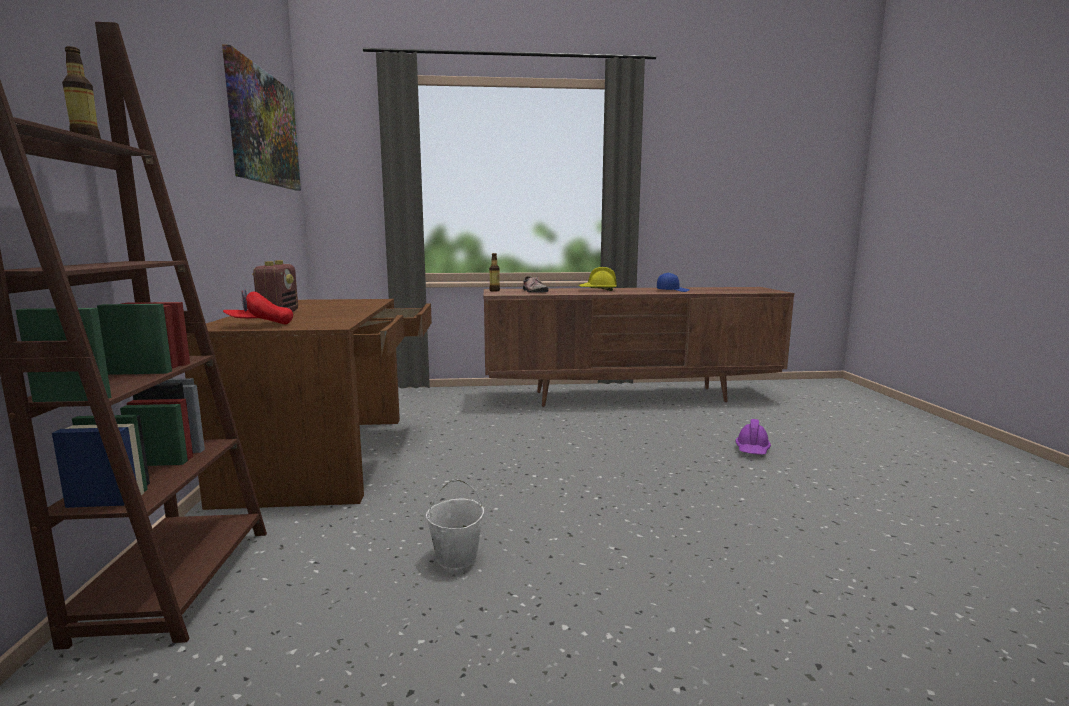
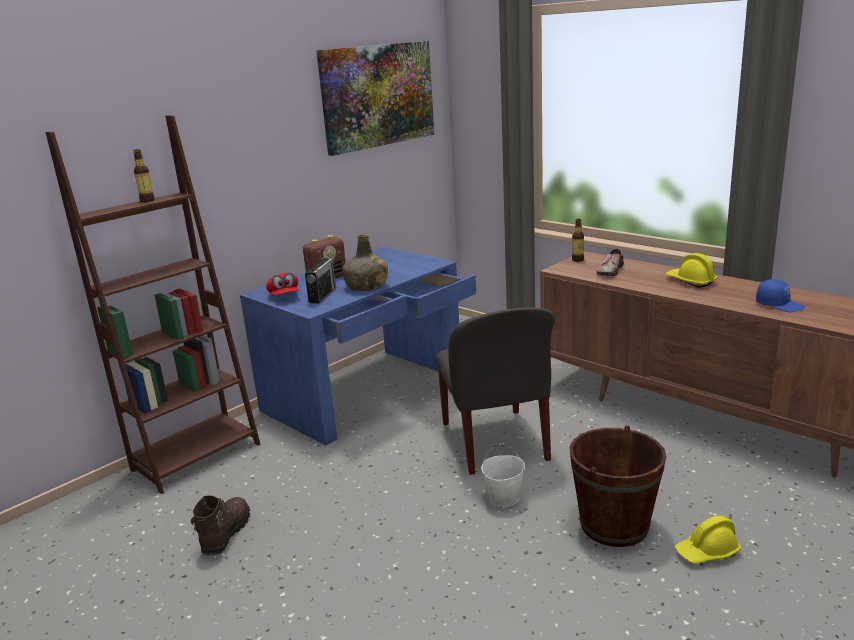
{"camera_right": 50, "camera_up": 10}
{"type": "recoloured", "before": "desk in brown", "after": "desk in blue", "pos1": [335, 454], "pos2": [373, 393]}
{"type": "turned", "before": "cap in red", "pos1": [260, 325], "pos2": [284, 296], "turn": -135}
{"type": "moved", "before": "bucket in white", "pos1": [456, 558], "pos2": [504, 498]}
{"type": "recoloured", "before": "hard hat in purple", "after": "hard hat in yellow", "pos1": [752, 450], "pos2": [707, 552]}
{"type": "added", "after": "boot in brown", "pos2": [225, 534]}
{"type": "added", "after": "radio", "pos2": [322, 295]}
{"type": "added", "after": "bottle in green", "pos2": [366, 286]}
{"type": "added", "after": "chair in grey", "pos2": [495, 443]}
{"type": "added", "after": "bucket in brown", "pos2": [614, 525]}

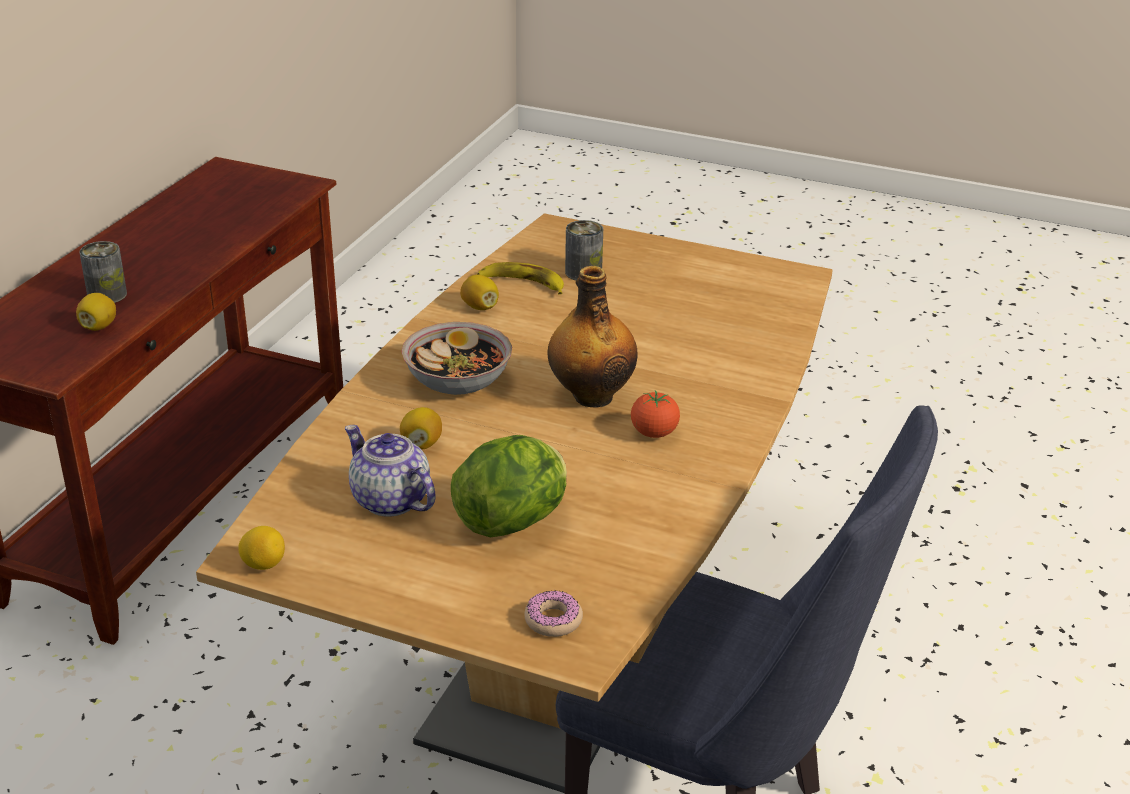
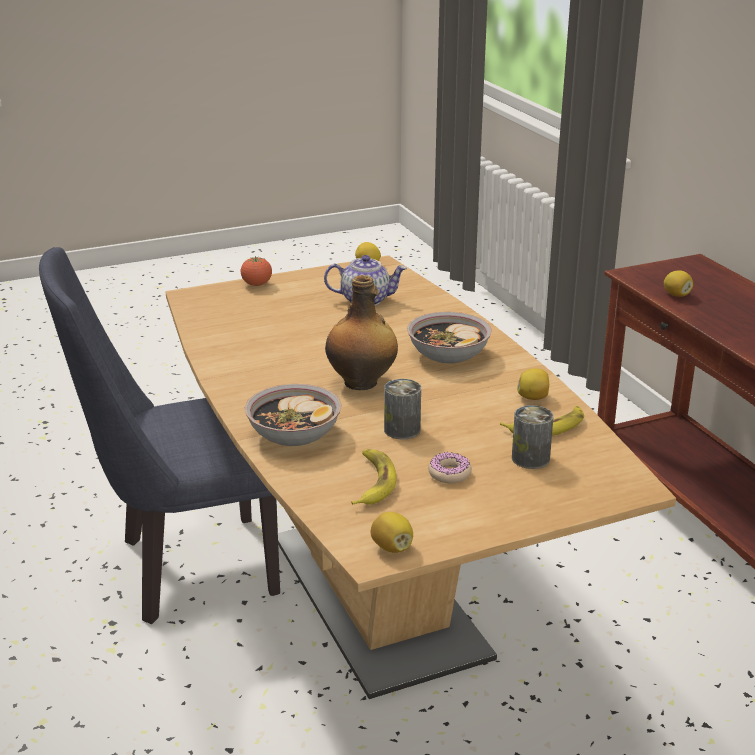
{"camera_right": 135, "camera_up": -5}
{"type": "moved", "before": "can", "pos1": [107, 295], "pos2": [402, 430]}
{"type": "moved", "before": "lemon", "pos1": [421, 444], "pos2": [392, 547]}
{"type": "removed", "before": "lettuce", "pos1": [513, 521]}
{"type": "moved", "before": "donut", "pos1": [553, 620], "pos2": [449, 473]}
{"type": "moved", "before": "tomato", "pos1": [654, 433], "pos2": [257, 284]}
{"type": "added", "after": "bowl", "pos2": [294, 434]}
{"type": "added", "after": "banana", "pos2": [372, 482]}

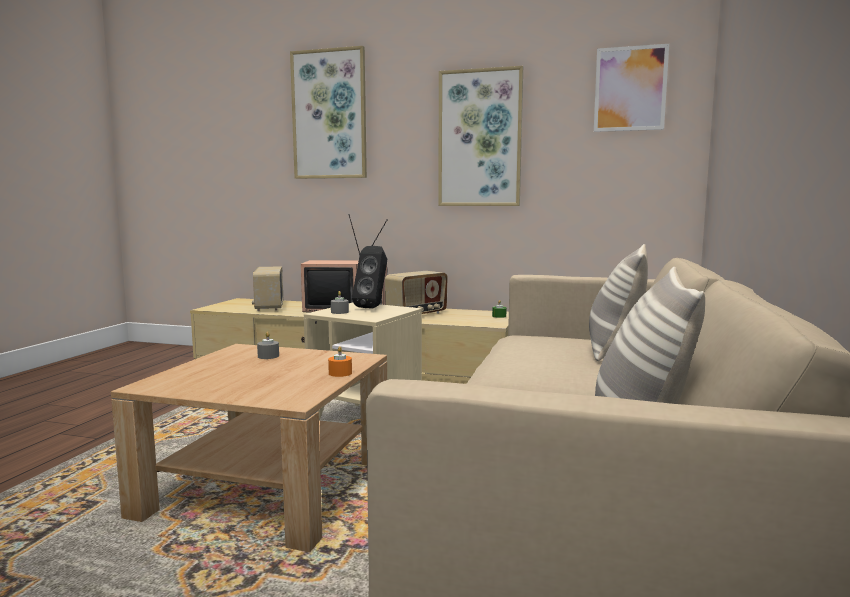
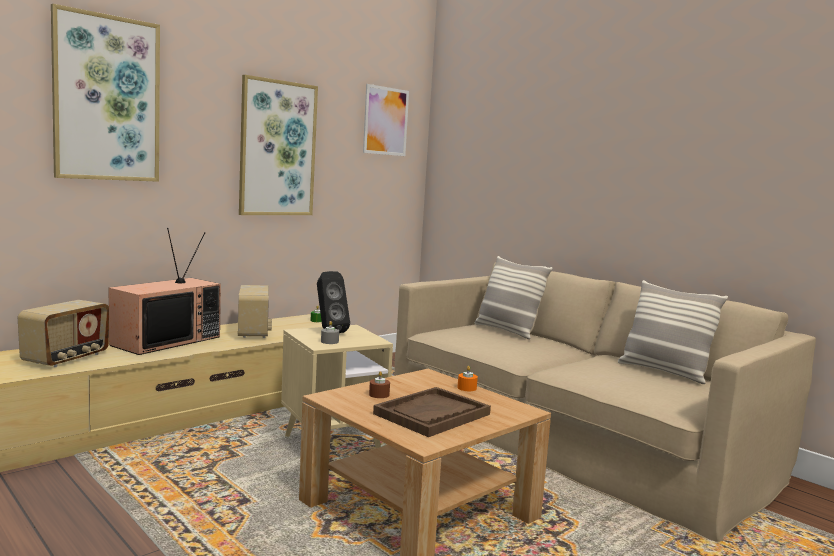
{"camera_right": -60, "camera_up": 0}
{"type": "turned", "before": "radio", "pos1": [268, 307], "pos2": [67, 359], "turn": -90}
{"type": "recoloured", "before": "candle in grey", "after": "candle in brown", "pos1": [268, 356], "pos2": [379, 394]}
{"type": "added", "after": "tray in brown", "pos2": [432, 414]}

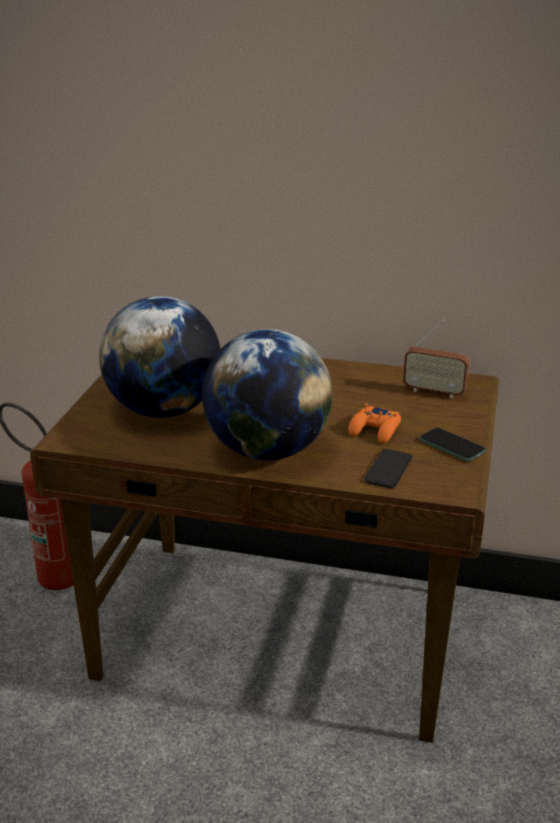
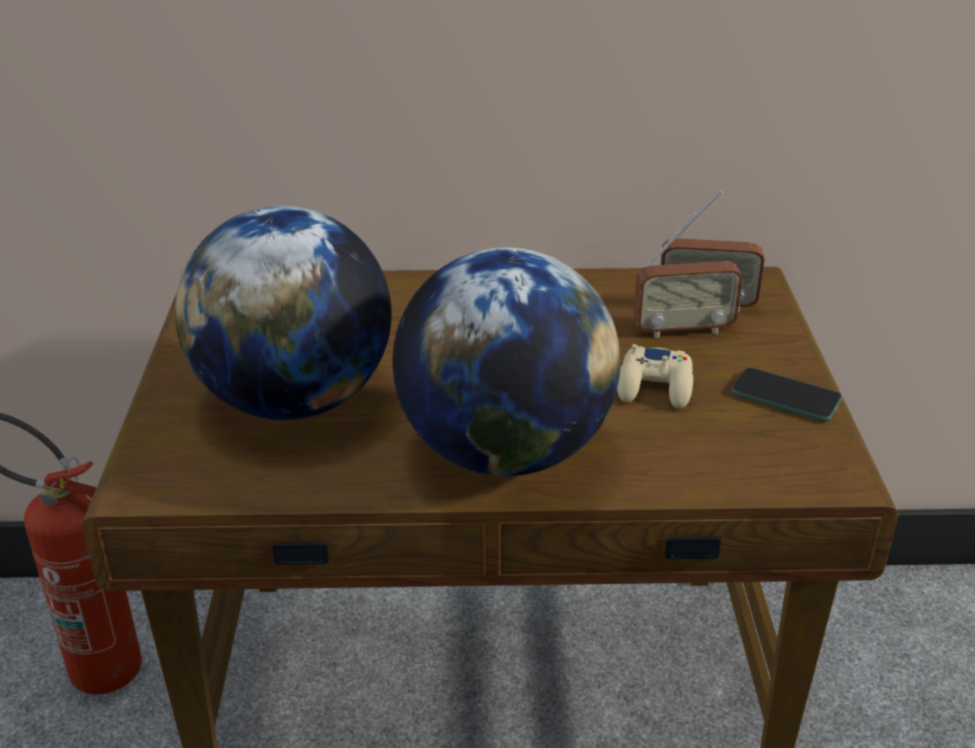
{"camera_right": -15, "camera_up": 5}
{"type": "recoloured", "before": "game controller in orange", "after": "game controller in beige", "pos1": [375, 430], "pos2": [655, 386]}
{"type": "removed", "before": "phone", "pos1": [388, 469]}
{"type": "added", "after": "radio", "pos2": [683, 330]}

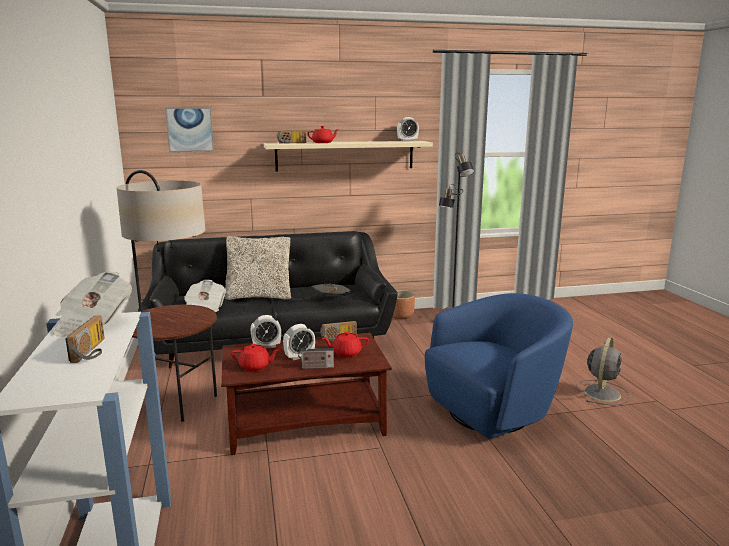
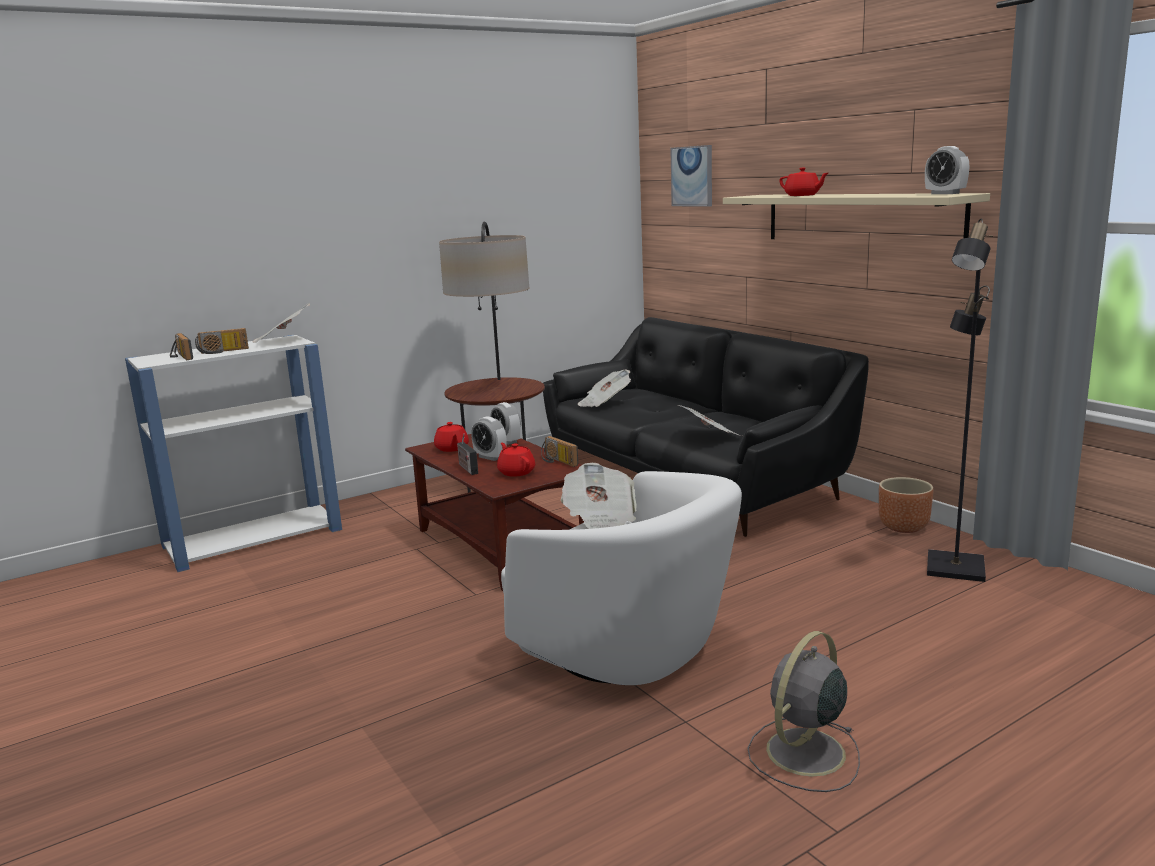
{"camera_right": 70, "camera_up": 0}
{"type": "removed", "before": "pillow in beige", "pos1": [259, 295]}
{"type": "moved", "before": "radio", "pos1": [291, 143], "pos2": [180, 357]}
{"type": "recoloured", "before": "armchair in blue", "after": "armchair in white", "pos1": [494, 410], "pos2": [629, 652]}
{"type": "turned", "before": "fan in grey", "pos1": [602, 392], "pos2": [803, 754], "turn": 120}
{"type": "added", "after": "newspaper", "pos2": [600, 518]}

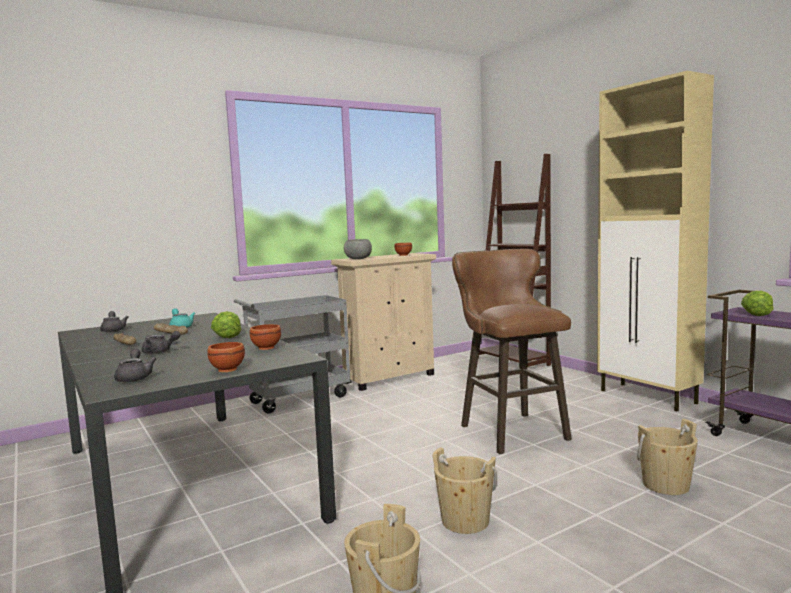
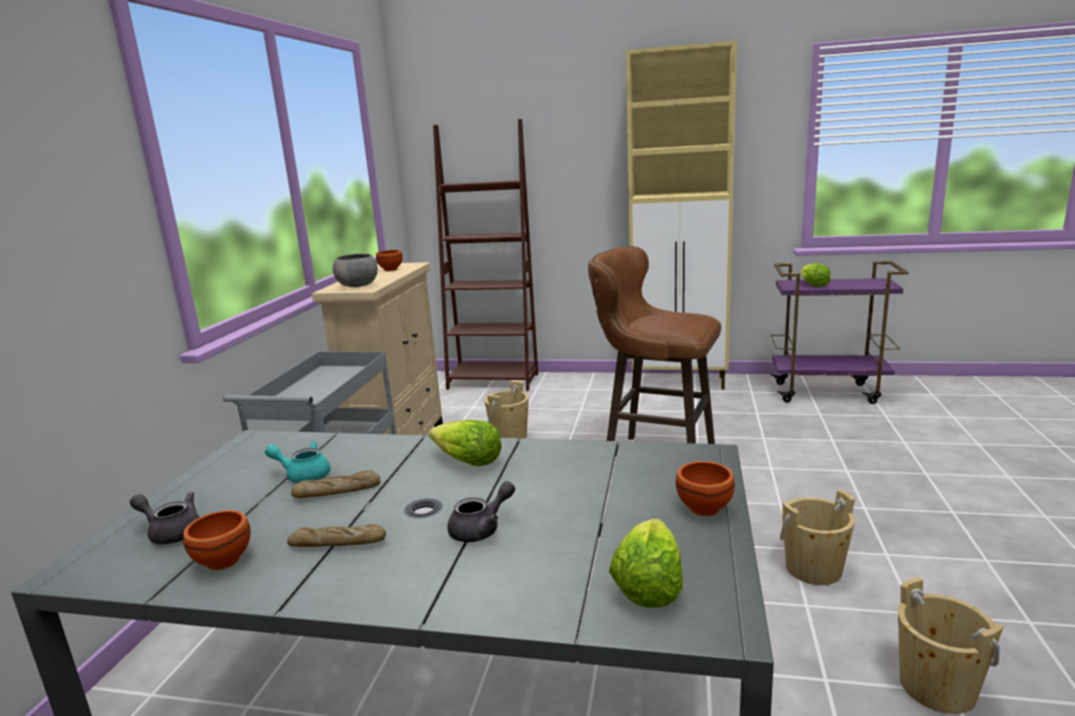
{"camera_right": -45, "camera_up": 10}
{"type": "replaced", "before": "teapot in grey", "after": "lettuce", "pos1": [134, 378], "pos2": [647, 585]}
{"type": "moved", "before": "bowl in brown", "pos1": [267, 347], "pos2": [224, 560]}
{"type": "moved", "before": "bucket in beige", "pos1": [665, 485], "pos2": [509, 436]}

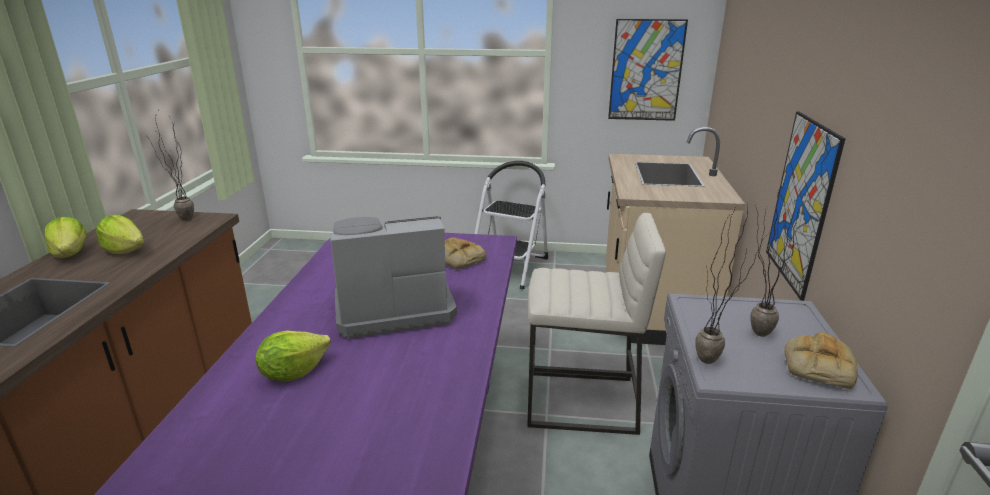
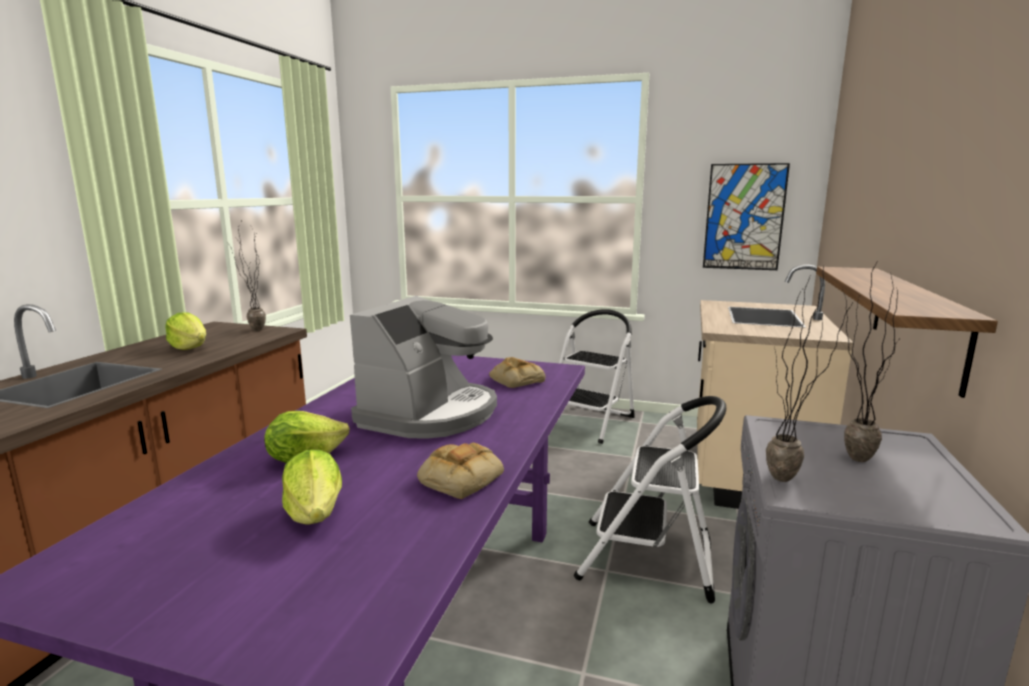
{"camera_right": 10, "camera_up": -10}
{"type": "moved", "before": "lettuce", "pos1": [71, 253], "pos2": [315, 513]}
{"type": "turned", "before": "coffee machine", "pos1": [392, 307], "pos2": [430, 414], "turn": 120}
{"type": "replaced", "before": "stool in beige", "after": "step ladder", "pos1": [581, 401], "pos2": [650, 561]}
{"type": "replaced", "before": "picture", "after": "shelf", "pos1": [801, 203], "pos2": [917, 322]}
{"type": "moved", "before": "bread", "pos1": [817, 365], "pos2": [460, 478]}

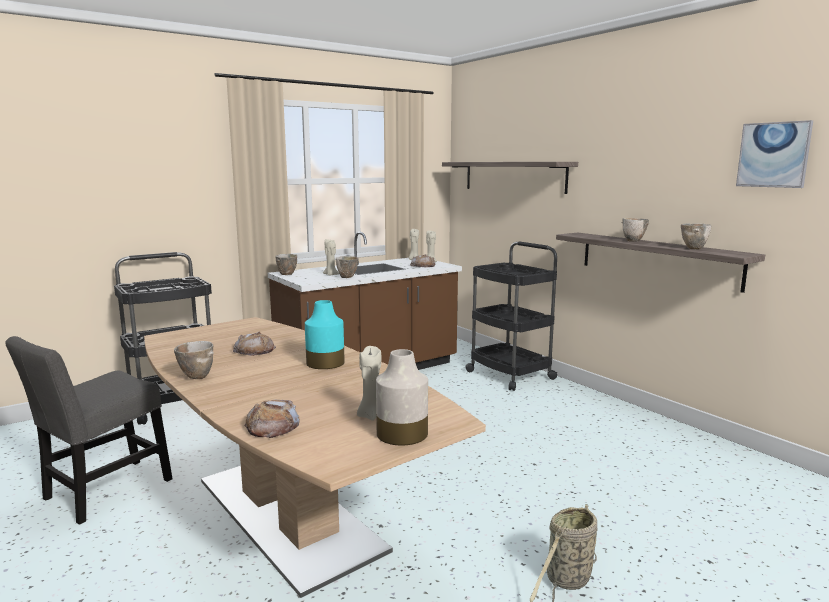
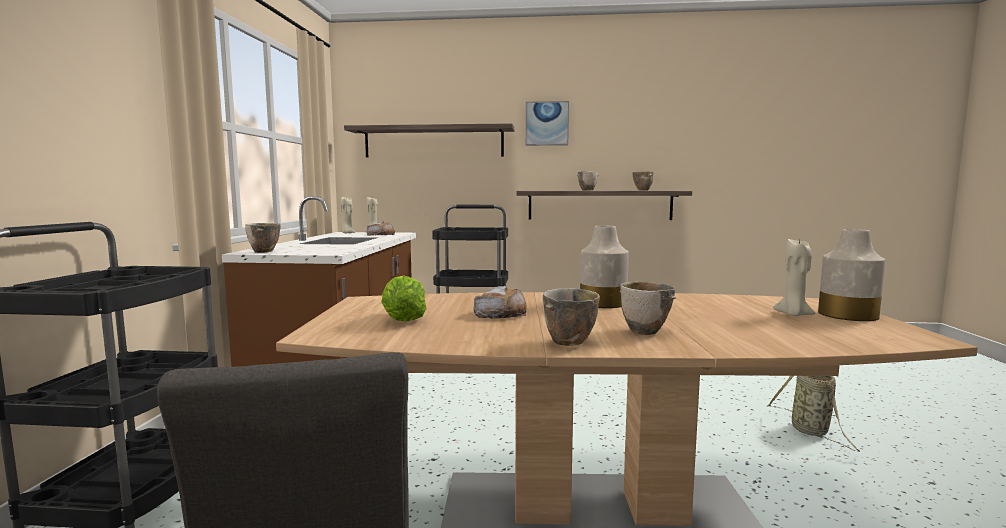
{"camera_right": -50, "camera_up": -5}
{"type": "removed", "before": "bread", "pos1": [272, 426]}
{"type": "recoloured", "before": "vase in turquoise", "after": "vase in beige", "pos1": [325, 363], "pos2": [603, 303]}
{"type": "removed", "before": "candle in beige", "pos1": [331, 275]}
{"type": "moved", "before": "bowl", "pos1": [347, 277], "pos2": [646, 332]}
{"type": "moved", "before": "picture", "pos1": [773, 155], "pos2": [547, 123]}
{"type": "added", "after": "lettuce", "pos2": [404, 320]}

